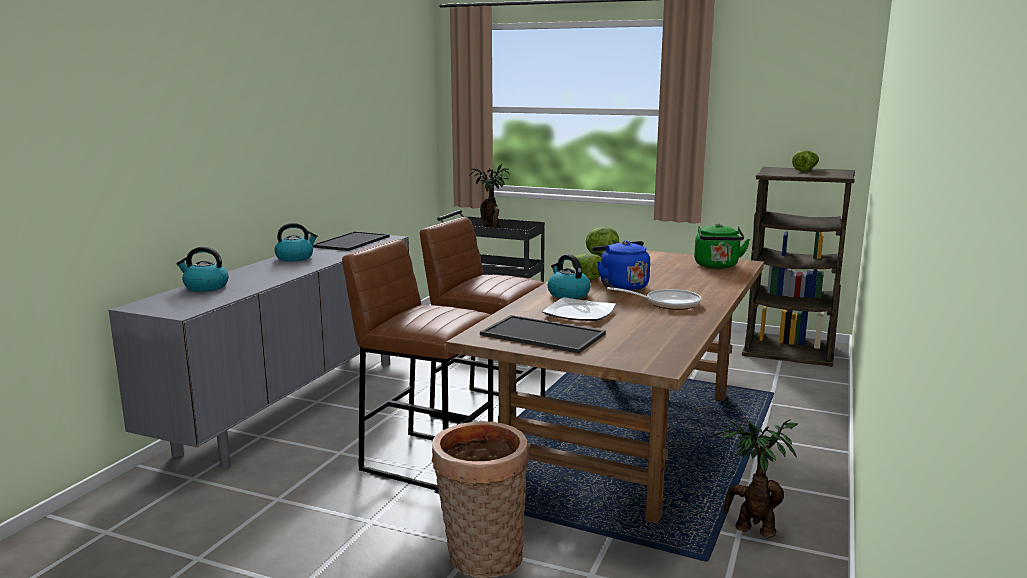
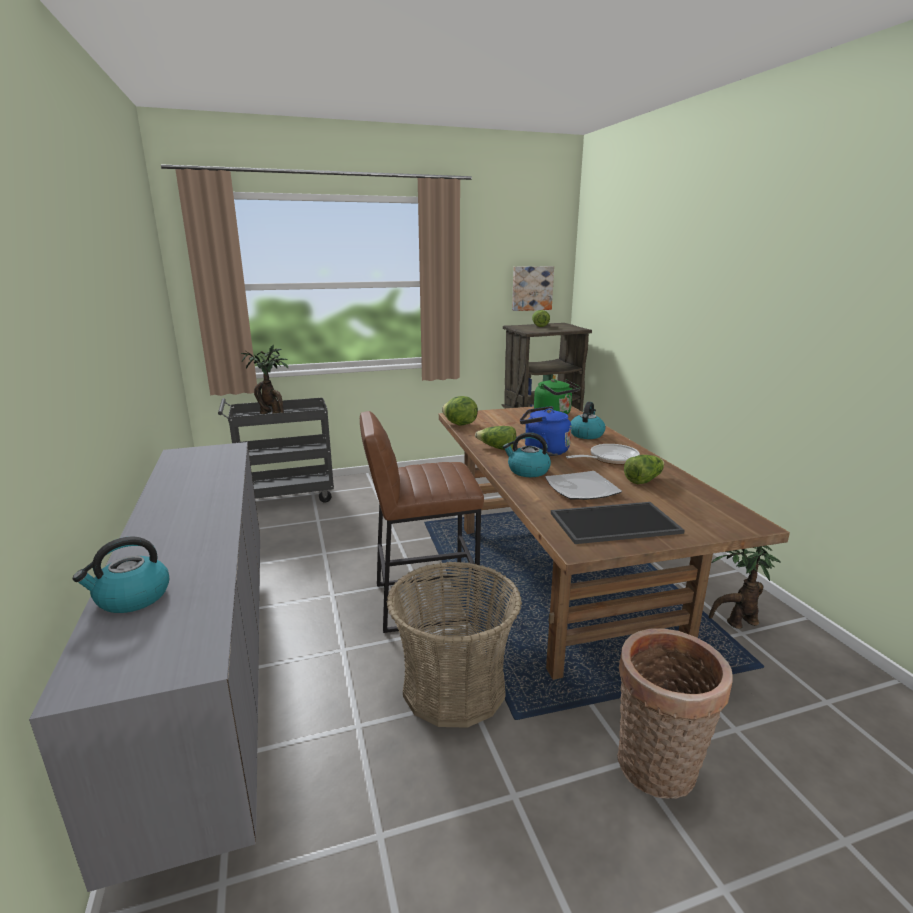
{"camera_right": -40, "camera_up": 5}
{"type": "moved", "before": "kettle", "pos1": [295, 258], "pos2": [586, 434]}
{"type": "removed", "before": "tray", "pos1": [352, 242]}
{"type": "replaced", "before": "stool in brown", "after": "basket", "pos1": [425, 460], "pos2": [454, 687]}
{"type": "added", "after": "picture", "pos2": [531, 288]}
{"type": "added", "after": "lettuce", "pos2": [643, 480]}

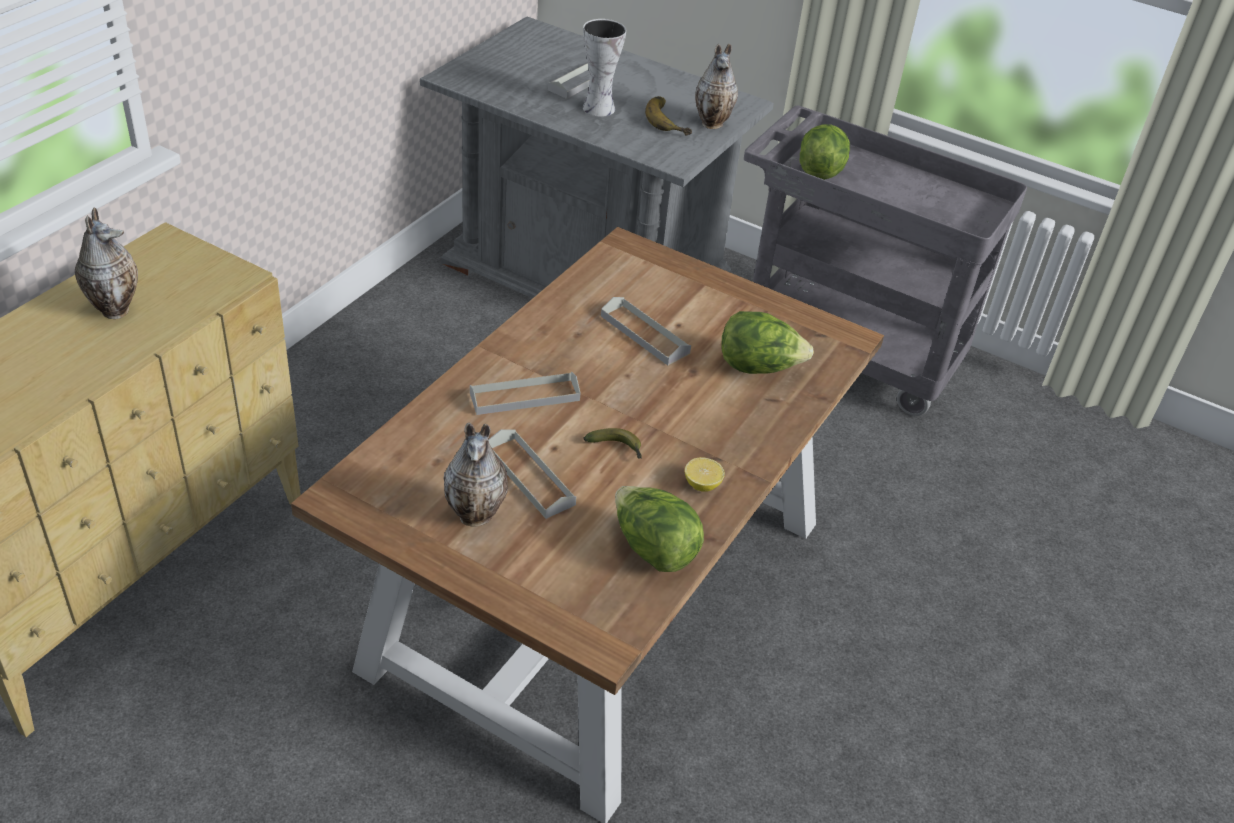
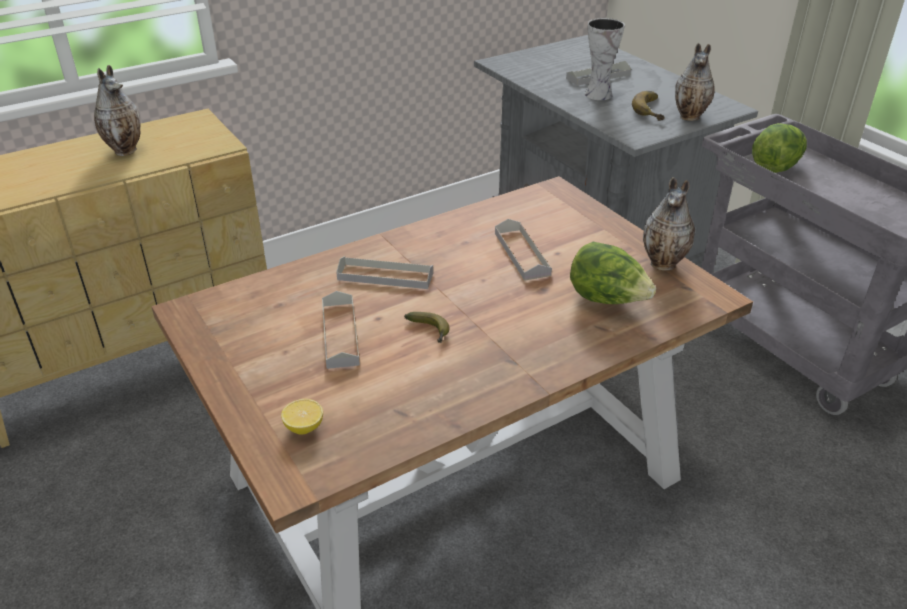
{"camera_right": 30, "camera_up": -5}
{"type": "moved", "before": "vase", "pos1": [477, 515], "pos2": [664, 264]}
{"type": "removed", "before": "lettuce", "pos1": [653, 549]}
{"type": "moved", "before": "lemon", "pos1": [702, 484], "pos2": [304, 427]}

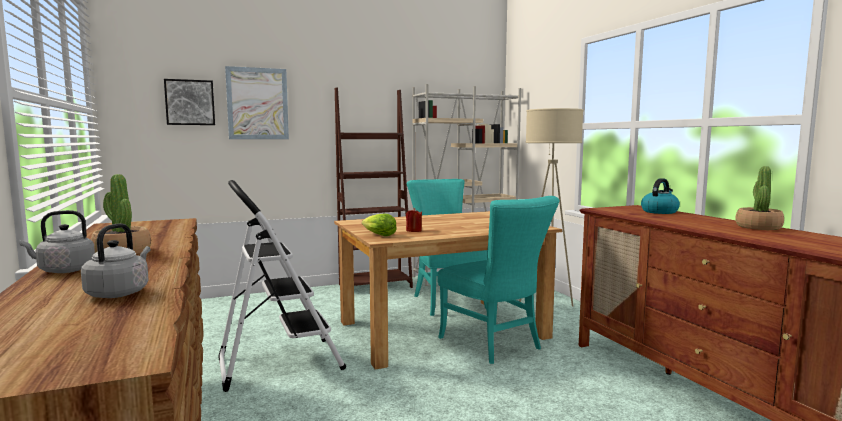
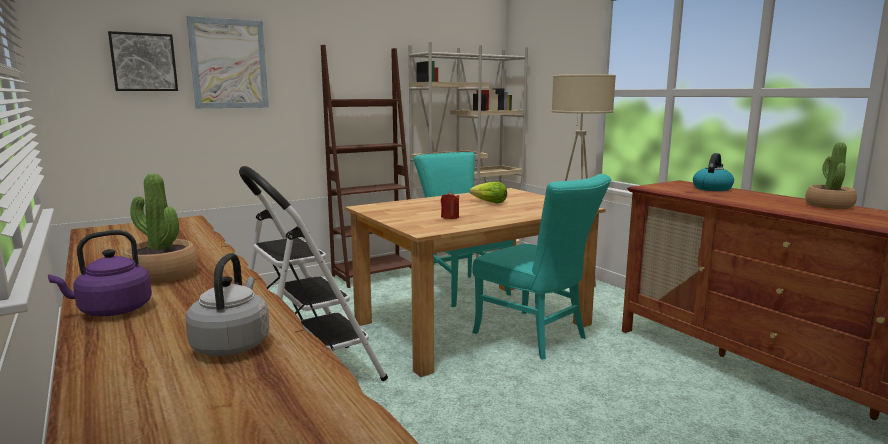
{"camera_right": -10, "camera_up": 5}
{"type": "recoloured", "before": "kettle in grey", "after": "kettle in purple", "pos1": [64, 270], "pos2": [111, 311]}
{"type": "moved", "before": "lettuce", "pos1": [378, 235], "pos2": [489, 202]}

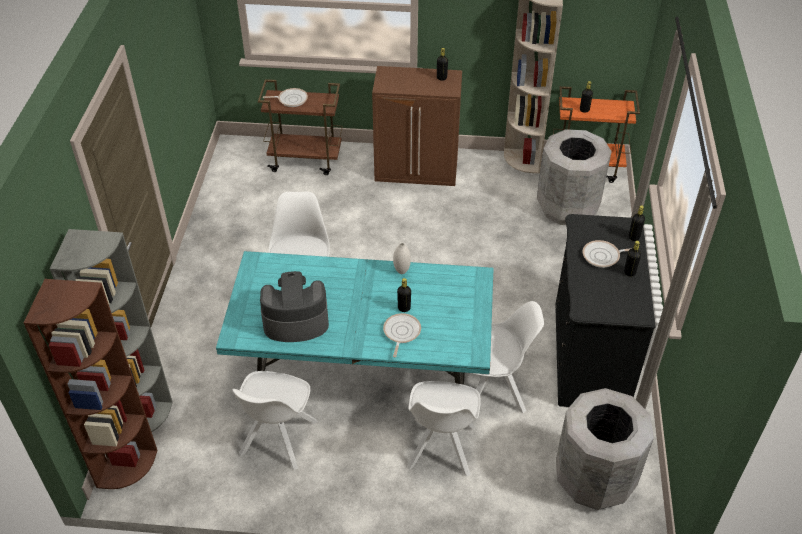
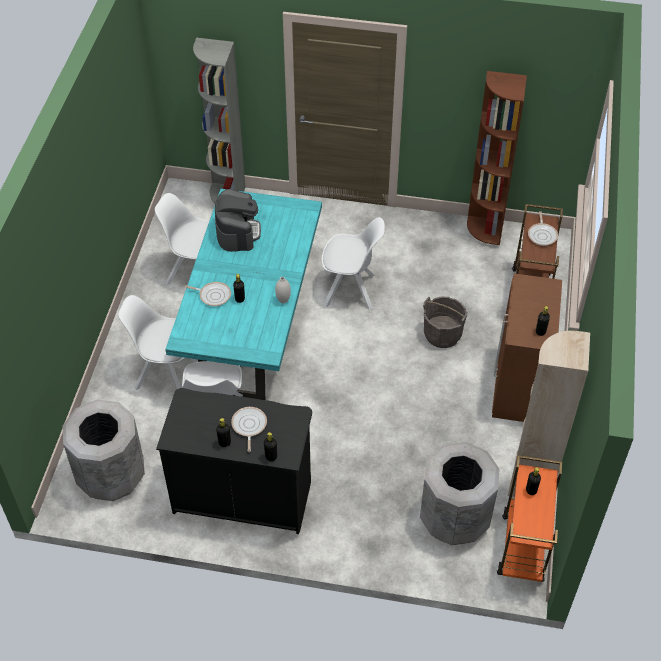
{"camera_right": 95, "camera_up": 5}
{"type": "moved", "before": "bookcase in brown", "pos1": [127, 471], "pos2": [484, 233]}
{"type": "added", "after": "bucket in grey", "pos2": [442, 334]}

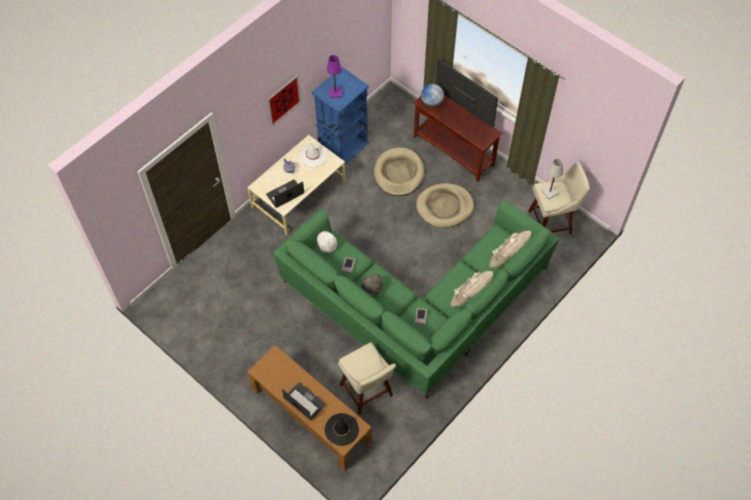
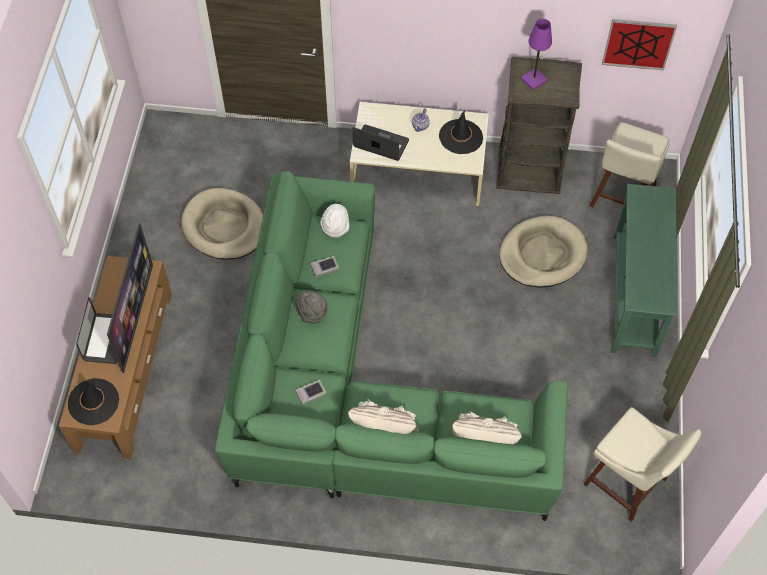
{"camera_right": 55, "camera_up": 0}
{"type": "moved", "before": "picture", "pos1": [283, 100], "pos2": [638, 43]}
{"type": "recoloured", "before": "hat in white", "after": "hat in black", "pos1": [313, 156], "pos2": [461, 137]}
{"type": "recoloured", "before": "bookcase in blue", "after": "bookcase in brown", "pos1": [343, 145], "pos2": [529, 170]}
{"type": "moved", "before": "stool in beige", "pos1": [367, 392], "pos2": [621, 198]}
{"type": "recoloured", "before": "console table in brown", "after": "console table in green", "pos1": [454, 151], "pos2": [634, 296]}
{"type": "moved", "before": "dog bed in beige", "pos1": [444, 207], "pos2": [224, 227]}
{"type": "removed", "before": "globe", "pos1": [432, 102]}
{"type": "moved", "before": "television", "pos1": [463, 109], "pos2": [136, 317]}
{"type": "removed", "before": "table lamp in white", "pos1": [549, 192]}

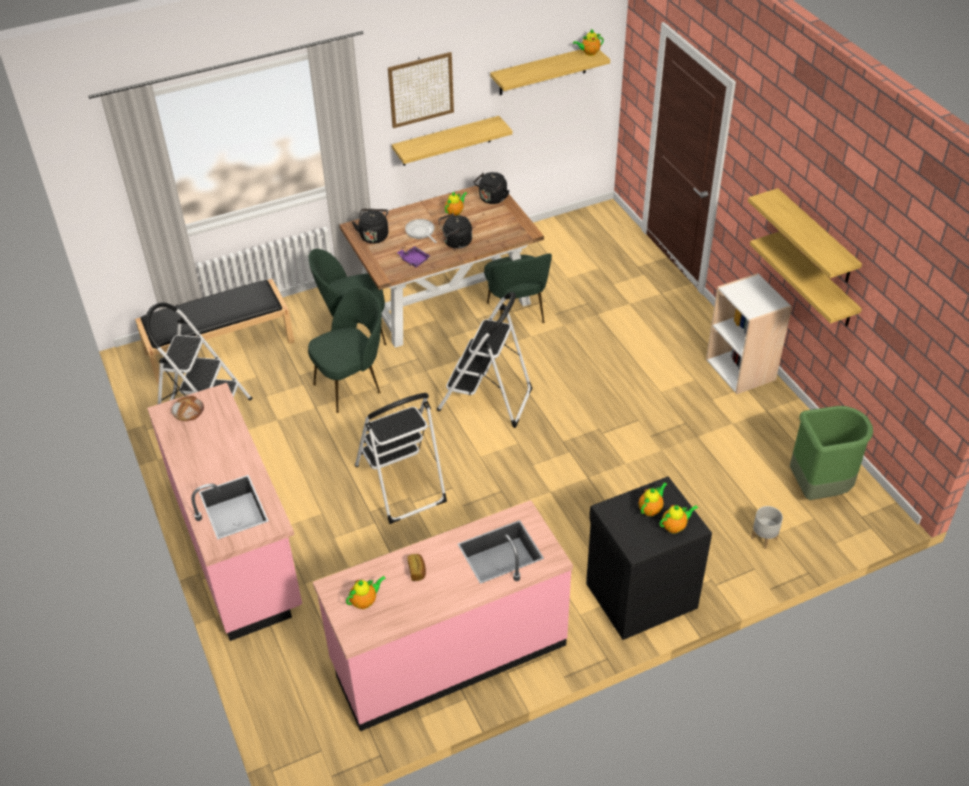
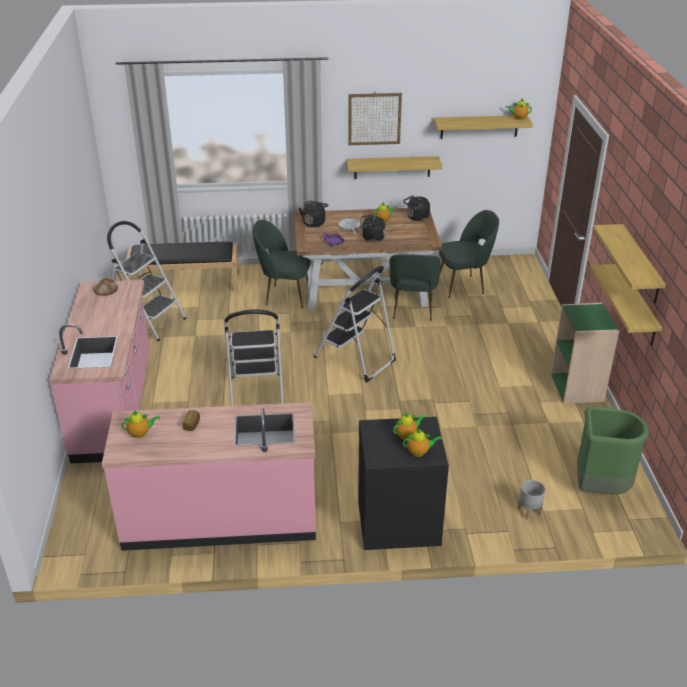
{"camera_right": 20, "camera_up": -10}
{"type": "moved", "before": "chair in green", "pos1": [352, 386], "pos2": [464, 286]}
{"type": "recoloured", "before": "bookcase in white", "after": "bookcase in green", "pos1": [741, 370], "pos2": [577, 387]}

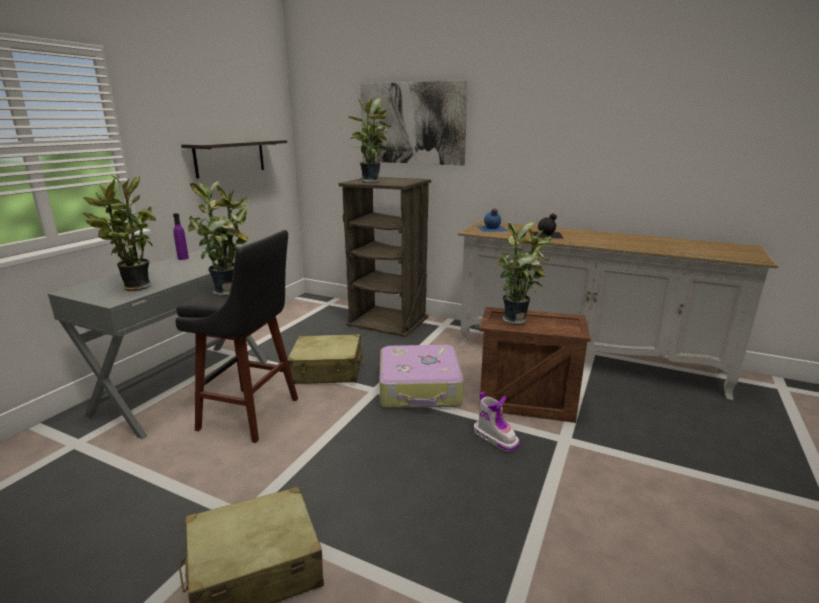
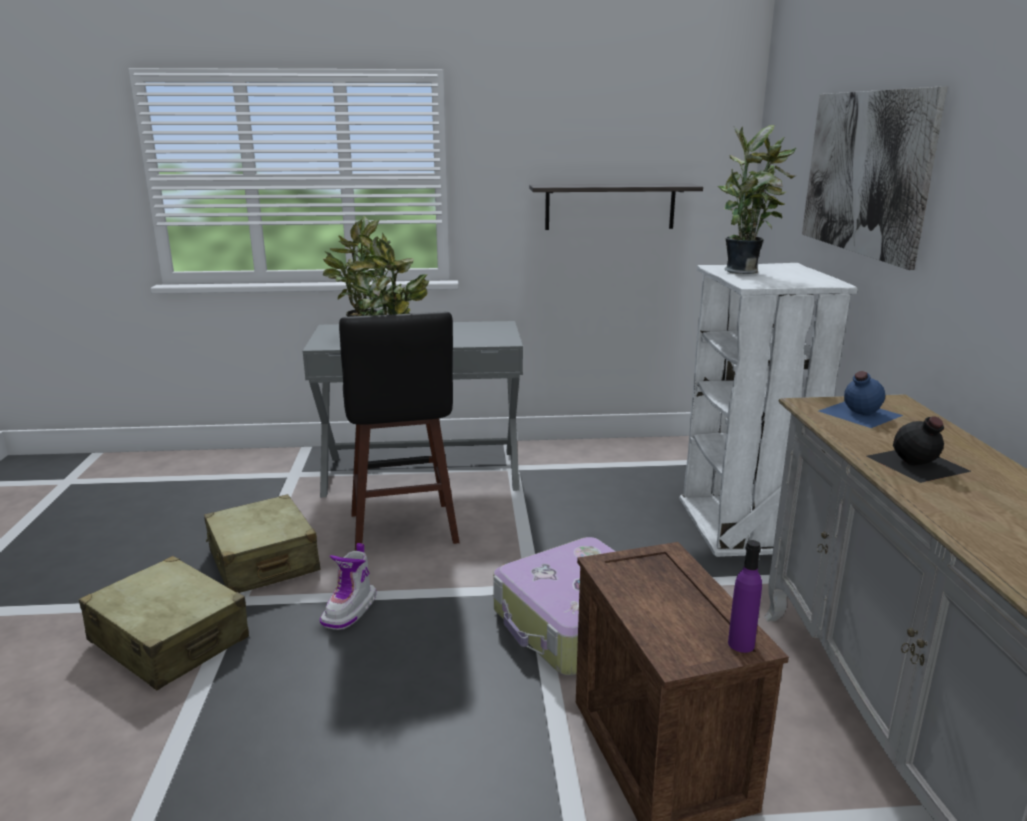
{"camera_right": 60, "camera_up": 0}
{"type": "moved", "before": "bottle in purple", "pos1": [183, 258], "pos2": [741, 644]}
{"type": "moved", "before": "suitcase in beige", "pos1": [327, 370], "pos2": [263, 561]}
{"type": "recoloured", "before": "bookcase in brown", "after": "bookcase in white", "pos1": [388, 321], "pos2": [744, 524]}
{"type": "moved", "before": "boot", "pos1": [495, 438], "pos2": [350, 610]}
{"type": "removed", "before": "potted plant", "pos1": [517, 320]}

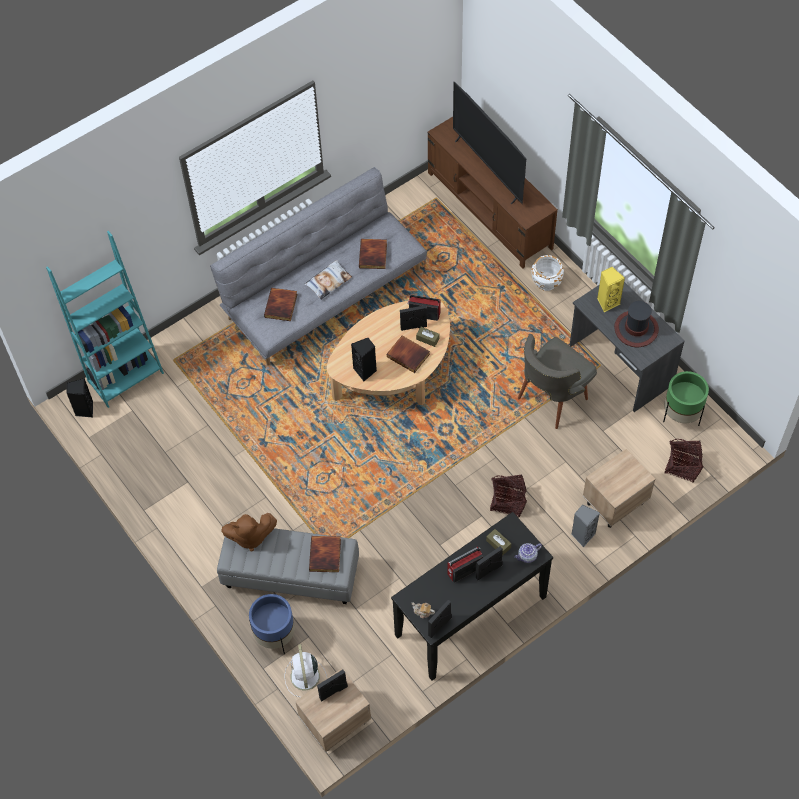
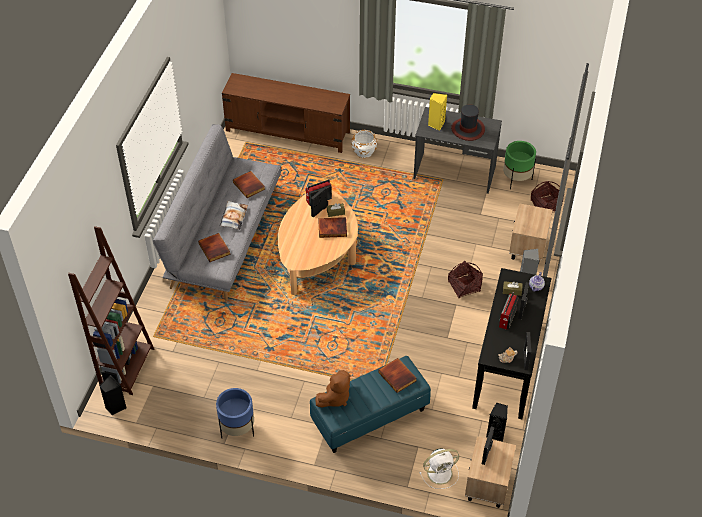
{"camera_right": -40, "camera_up": -10}
{"type": "recoloured", "before": "bookcase in turquoise", "after": "bookcase in brown", "pos1": [125, 377], "pos2": [127, 368]}
{"type": "recoloured", "before": "ottoman in grey", "after": "ottoman in blue", "pos1": [291, 577], "pos2": [370, 418]}
{"type": "moved", "before": "planter in blue", "pos1": [275, 635], "pos2": [237, 429]}
{"type": "turned", "before": "fan in white", "pos1": [305, 677], "pos2": [441, 473], "turn": -60}
{"type": "moved", "before": "speaker in black", "pos1": [365, 371], "pos2": [496, 433]}
{"type": "removed", "before": "television", "pos1": [488, 169]}
{"type": "removed", "before": "chair in grey", "pos1": [553, 398]}

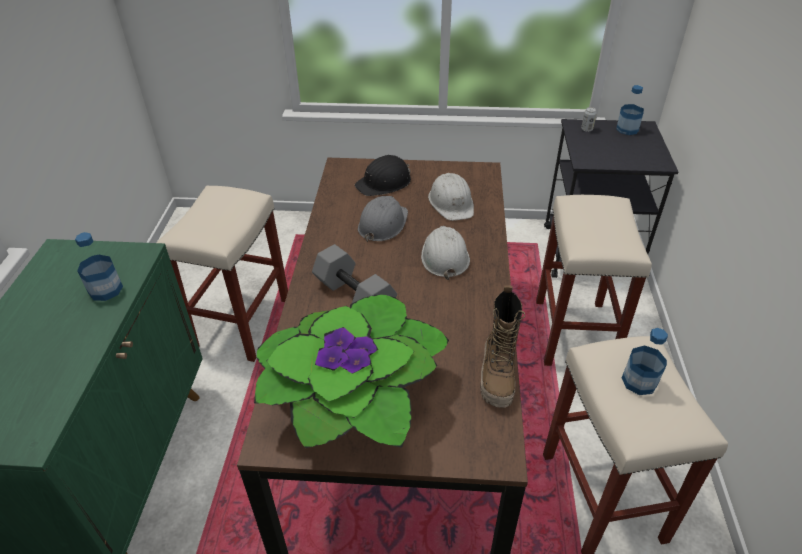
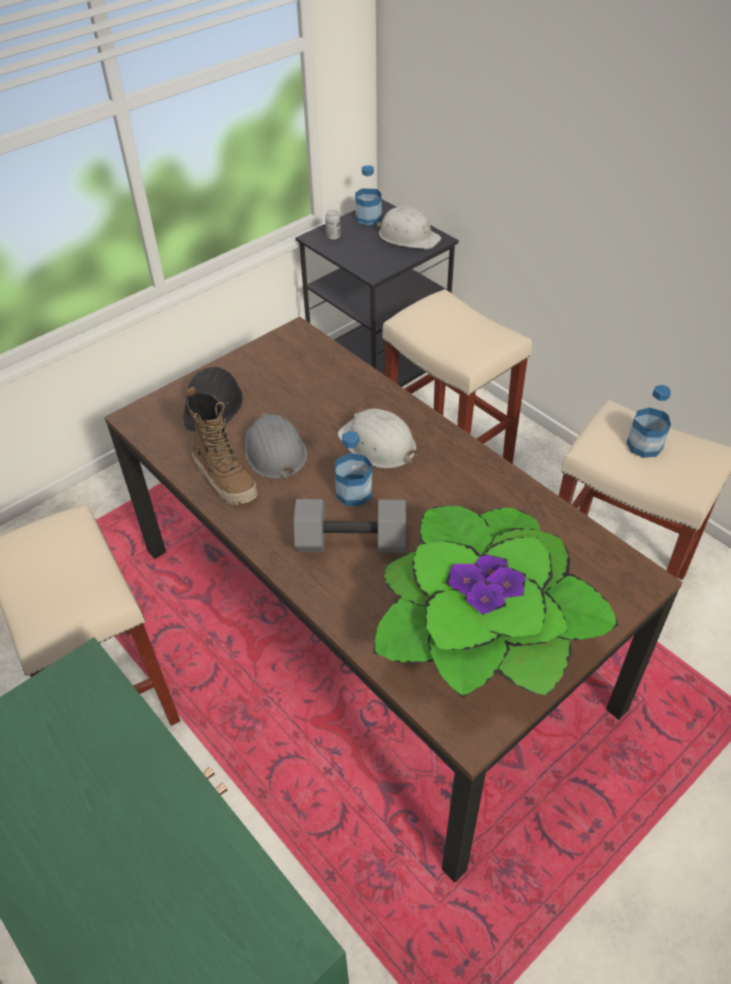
{"camera_right": -45, "camera_up": 5}
{"type": "moved", "before": "bottle", "pos1": [105, 290], "pos2": [354, 492]}
{"type": "moved", "before": "hard hat in white", "pos1": [451, 203], "pos2": [408, 236]}
{"type": "moved", "before": "boot", "pos1": [498, 376], "pos2": [226, 480]}

